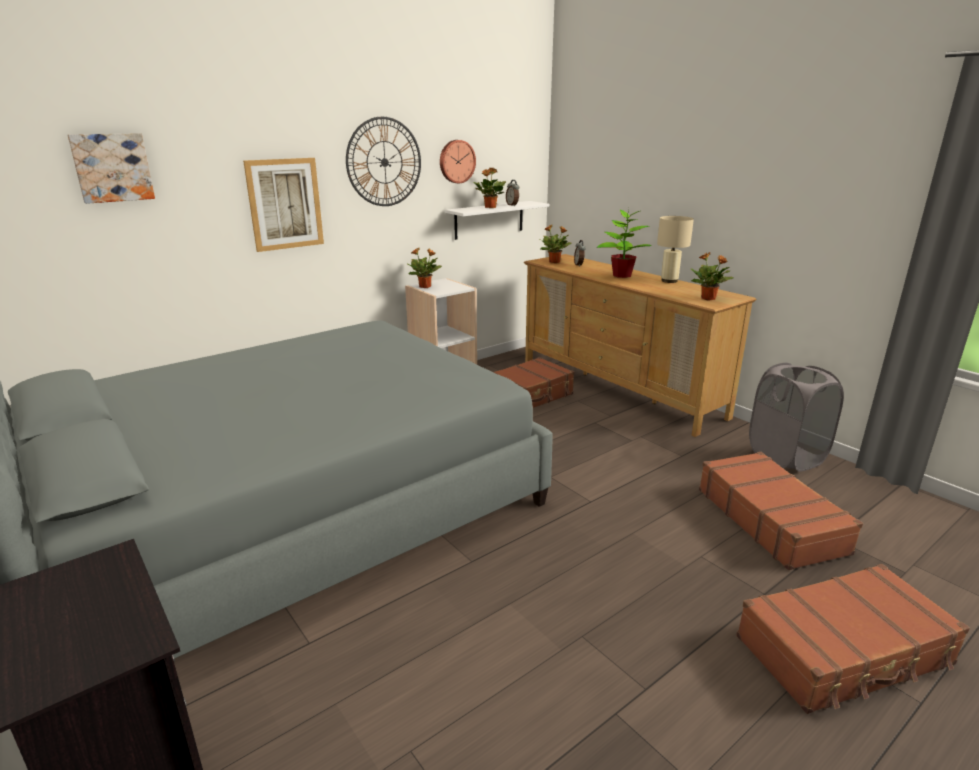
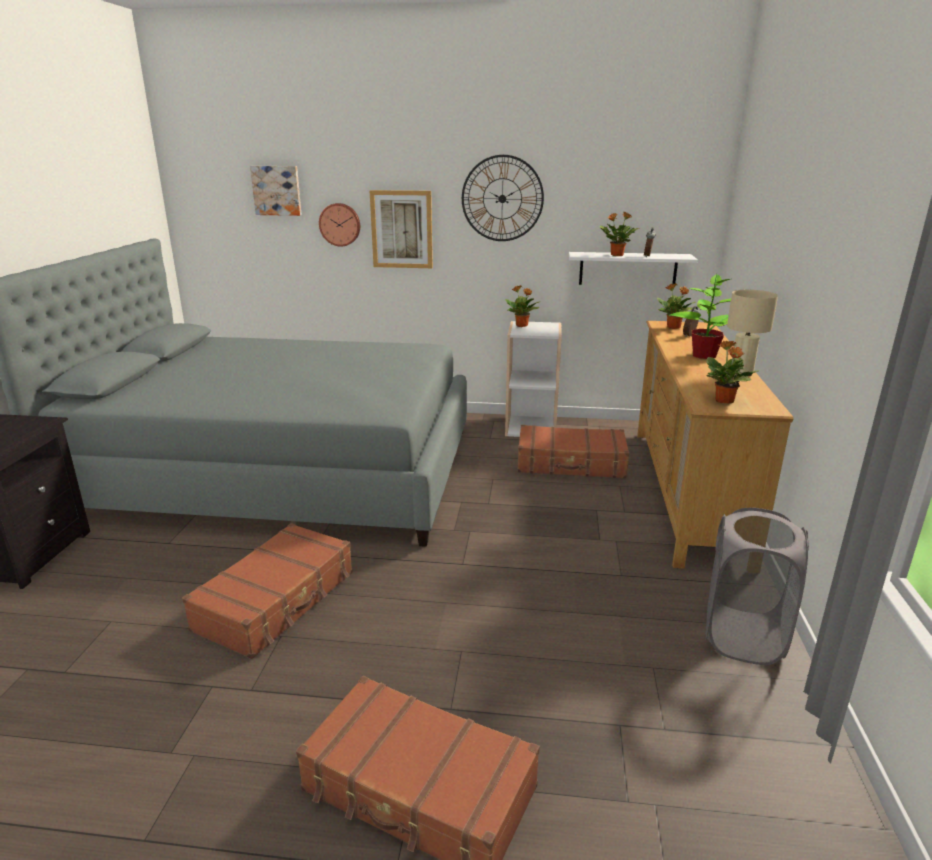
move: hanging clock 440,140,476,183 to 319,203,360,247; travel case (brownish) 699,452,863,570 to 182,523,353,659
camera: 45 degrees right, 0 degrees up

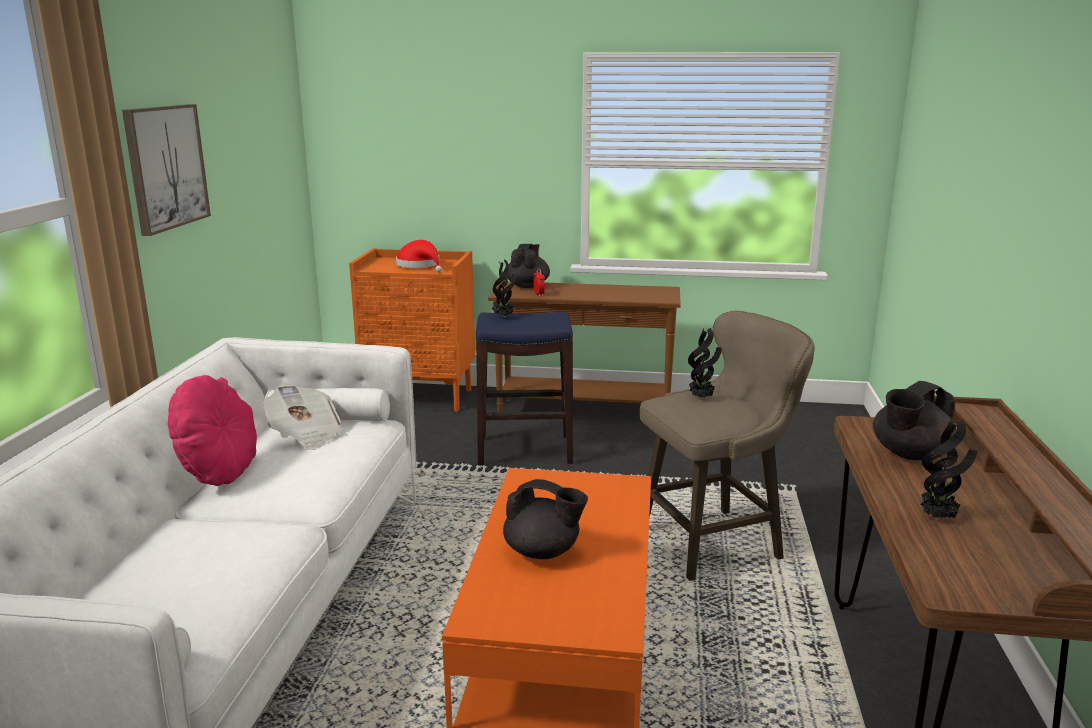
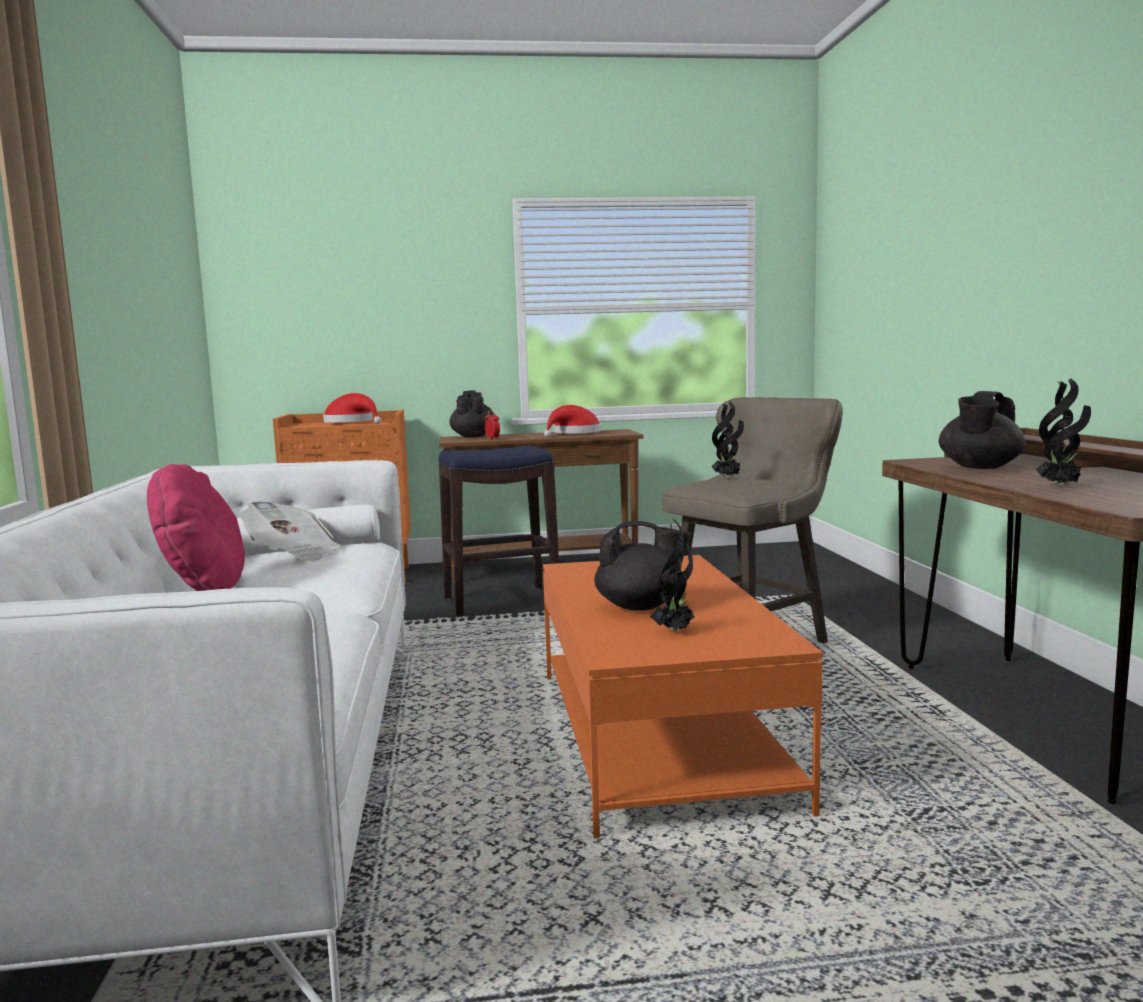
delete: wall picture 122,104,211,236
insert: hat (reddish) 544,405,601,437
move: potted plant 491,260,515,317 to 650,518,695,631
camera: 15 degrees left, 10 degrees down

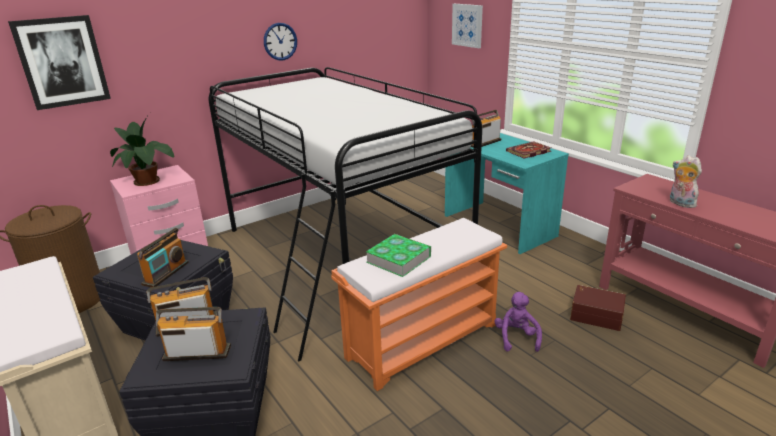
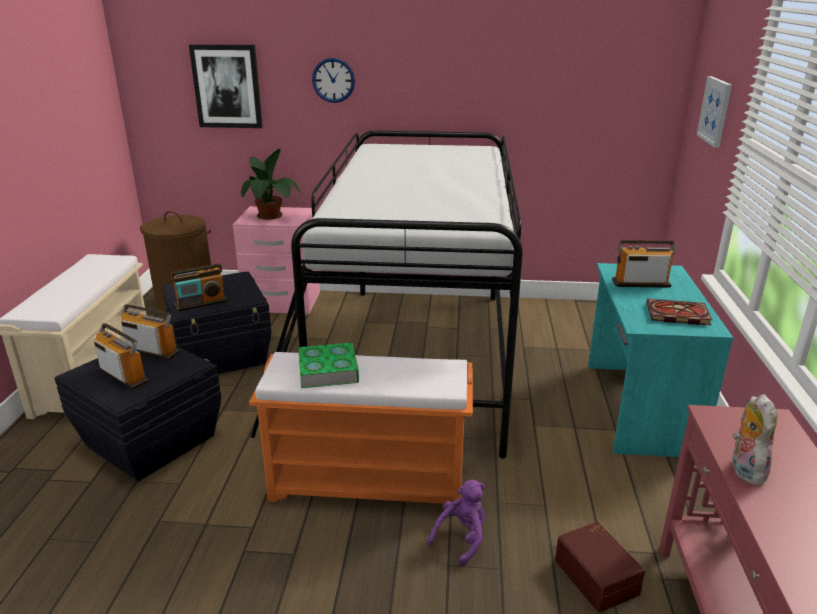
move: hanging clock 264,23,297,60 to 312,58,355,103
camera: 40 degrees right, 0 degrees up

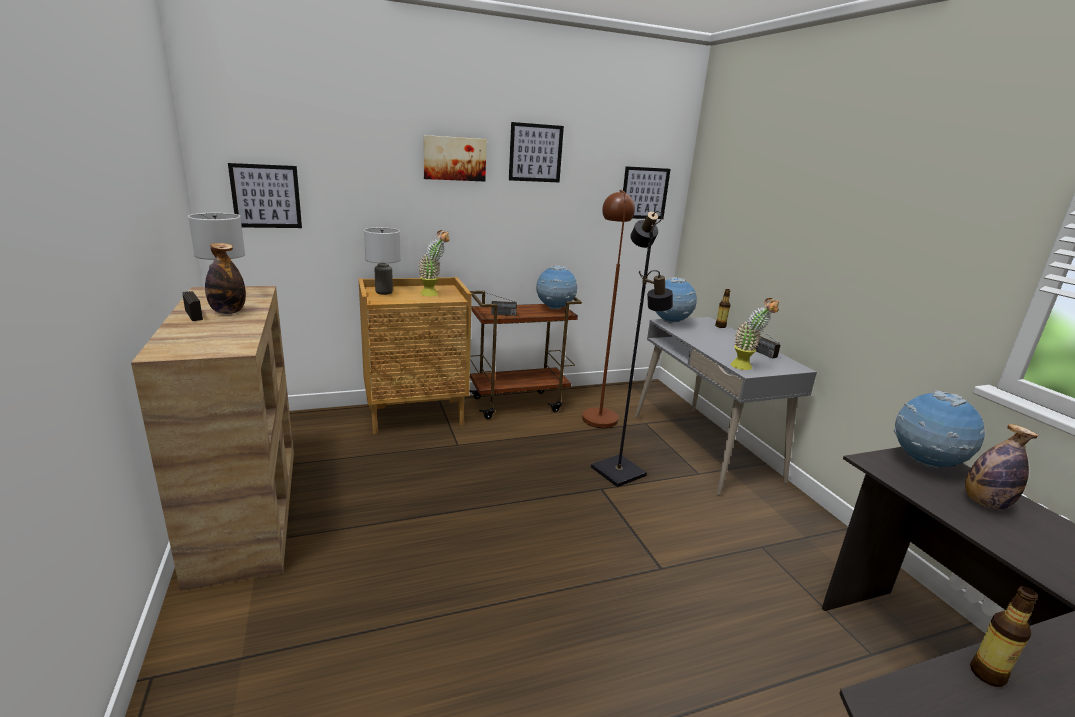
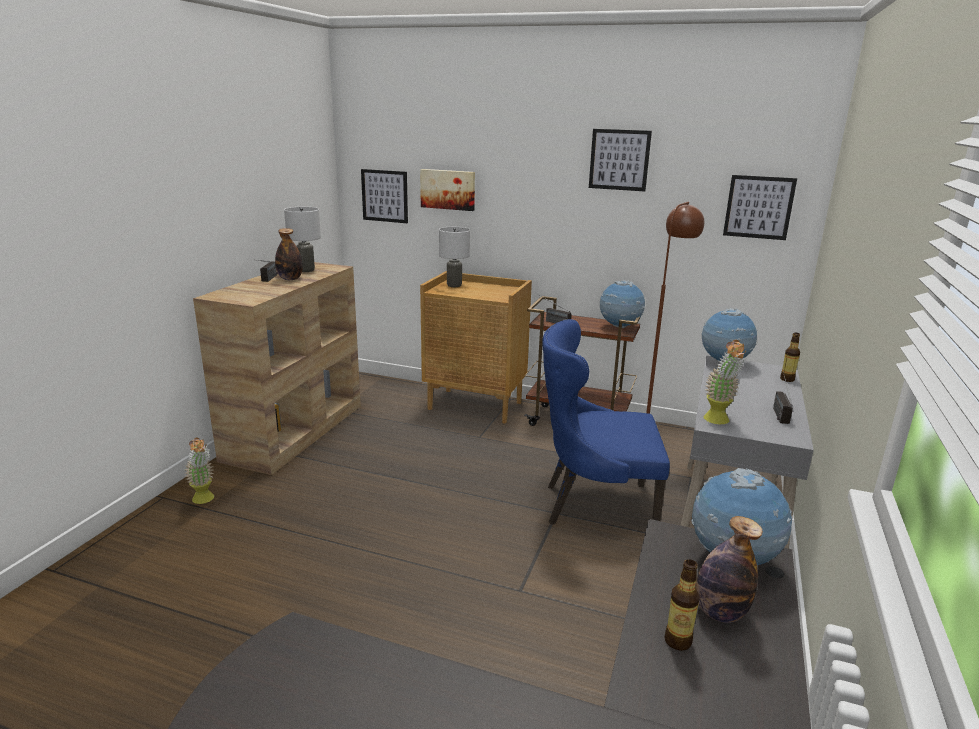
move: wall picture 423,135,487,182 to 420,169,475,211; potted plant 418,230,450,296 to 184,437,214,504; beverage bottle 970,587,1038,687 to 664,559,700,651
replace: standard lamp (blackish) 591,211,673,487 to chair (bluish) 542,319,670,525
camera: 40 degrees right, 0 degrees up

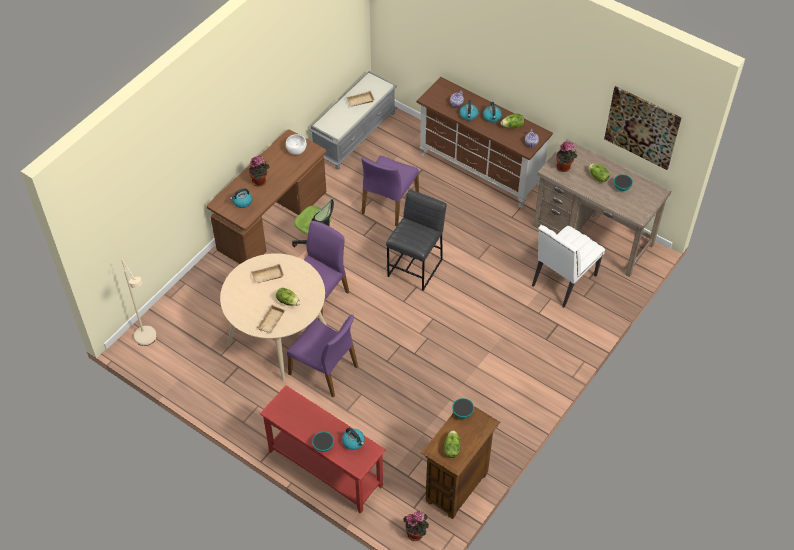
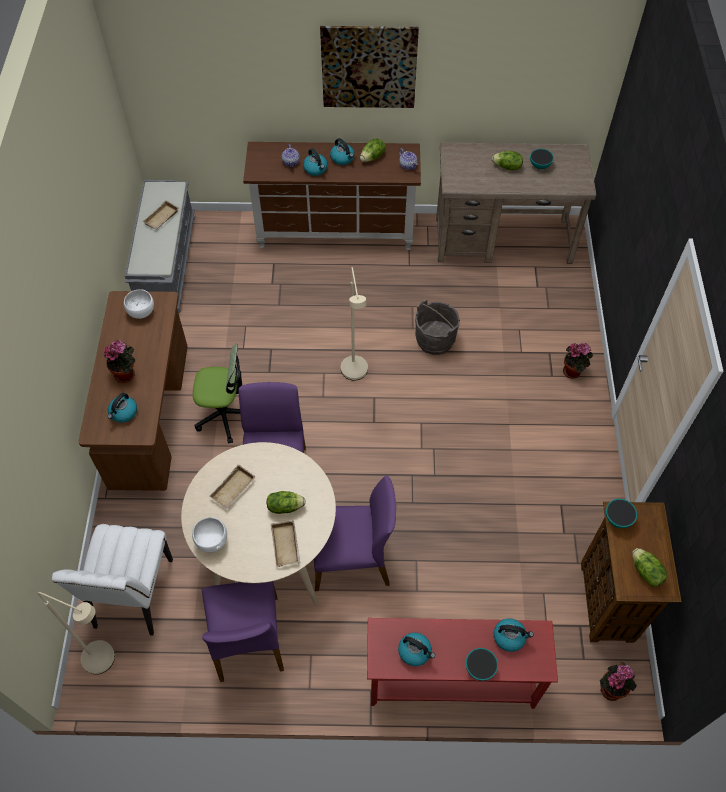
insert: water bucket (gray) 415,299,460,355; serving bowl (white-coloured) 192,517,227,553; kettle 398,632,435,666
move: wall picture 604,86,682,170 to 320,26,419,108; potted plant 556,142,577,172 to 563,343,593,379; chair (purplish) 361,156,419,226 to 202,581,284,682; chair (white-coloured) 532,225,605,307 to 52,524,173,636
replace: sitting stool (gray) 386,189,447,291 to standard lamp (beige-coloured) 341,267,368,381
camera: 35 degrees left, 5 degrees up

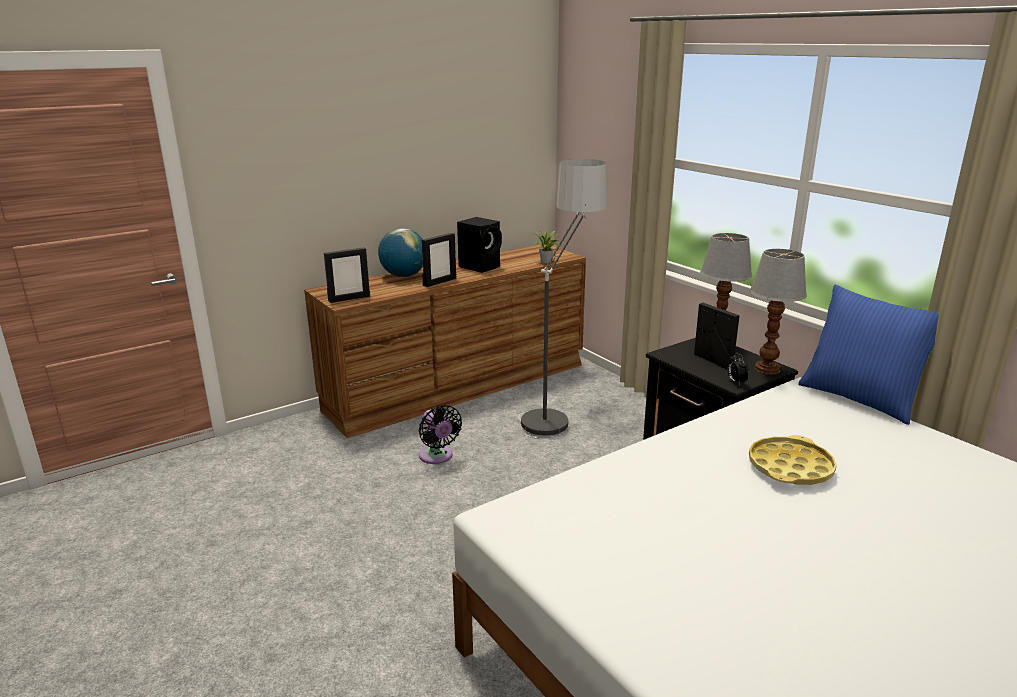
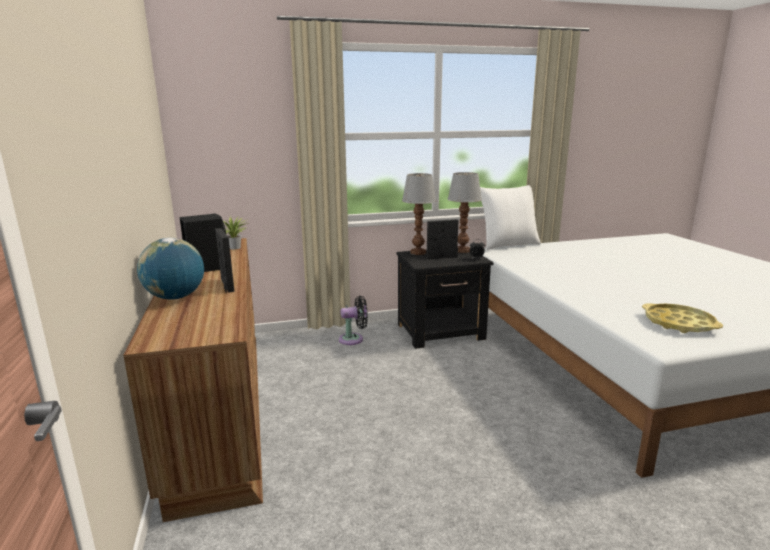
delete: standard lamp 518,159,607,439; picture frame 324,247,370,303
move: fan (blackish) 419,405,462,464 to 339,296,368,345; tray (yellow) 749,435,837,485 to 642,303,723,333
recolor: pillow (bluish) 798,285,938,425 to pillow (white-coloured) 480,185,541,250
camera: 70 degrees left, 5 degrees down

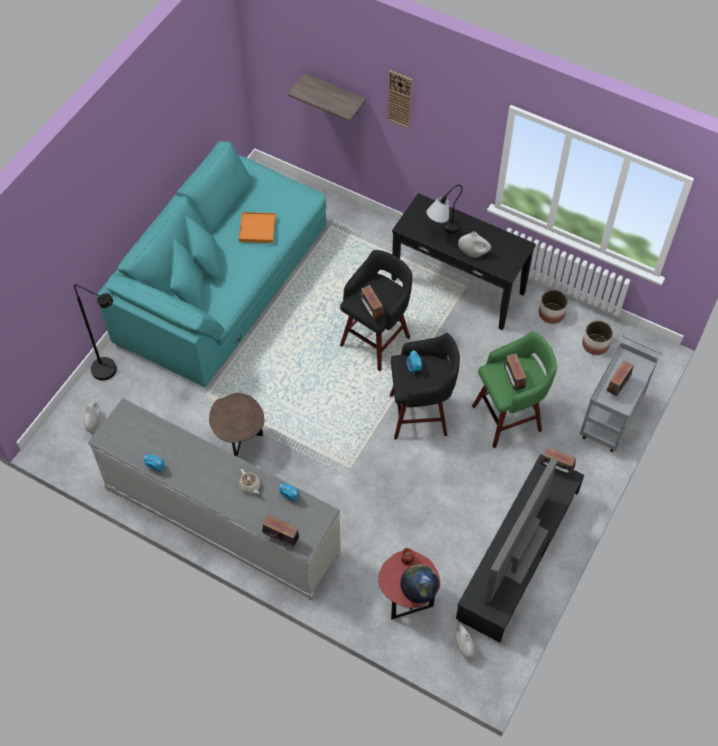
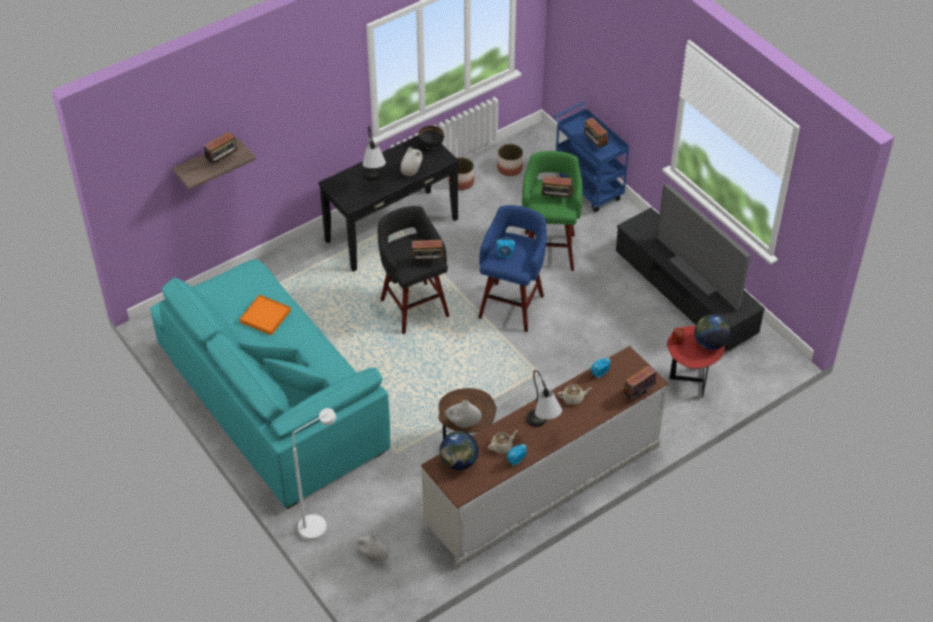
delete: hanging clock 388,70,413,128
insert: serving bowl (blackish) 418,126,444,150; table lamp 527,370,562,427; tea pot (beige-coloured) 488,430,518,453; desk globe 440,431,479,470
move: radio set 541,447,576,477 to 204,131,239,164; decorative vase (white-coloured) 455,624,474,660 to 445,400,482,428
recolor: standard lamp (blackish) 74,284,117,381 to standard lamp (white-coloured) 292,408,336,541; sitting stool (blackish) 390,333,460,439 to sitting stool (bluish) 478,205,547,332; trolley (gray) 580,335,663,452 to trolley (bluish) 553,101,629,212; cupboard (gray) 88,398,341,601 to cupboard (brownish) 421,346,669,569
camera: 65 degrees left, 10 degrees down

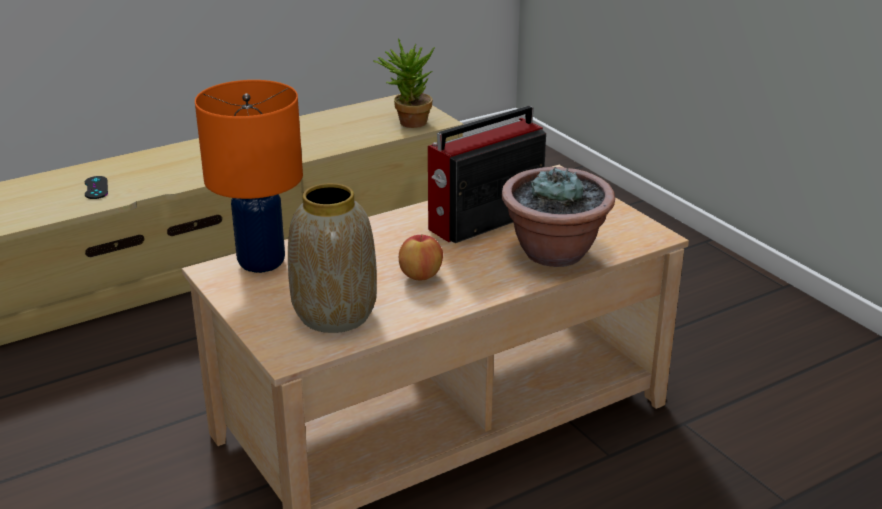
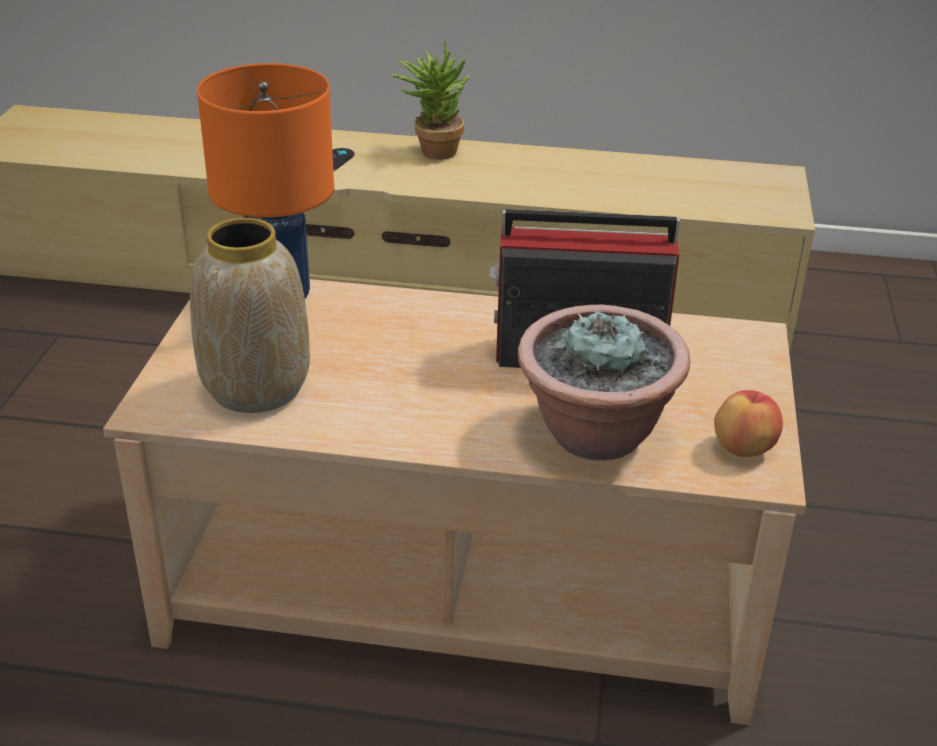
move: potted plant 373,38,436,128 to 391,41,470,160; apple 399,233,443,280 to 714,390,783,457
camera: 40 degrees right, 5 degrees up

